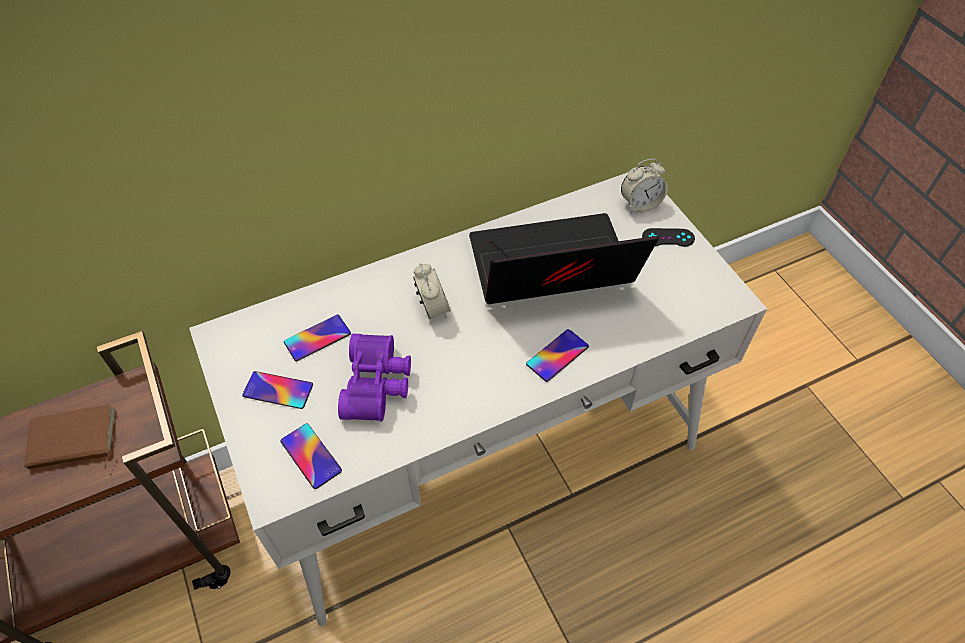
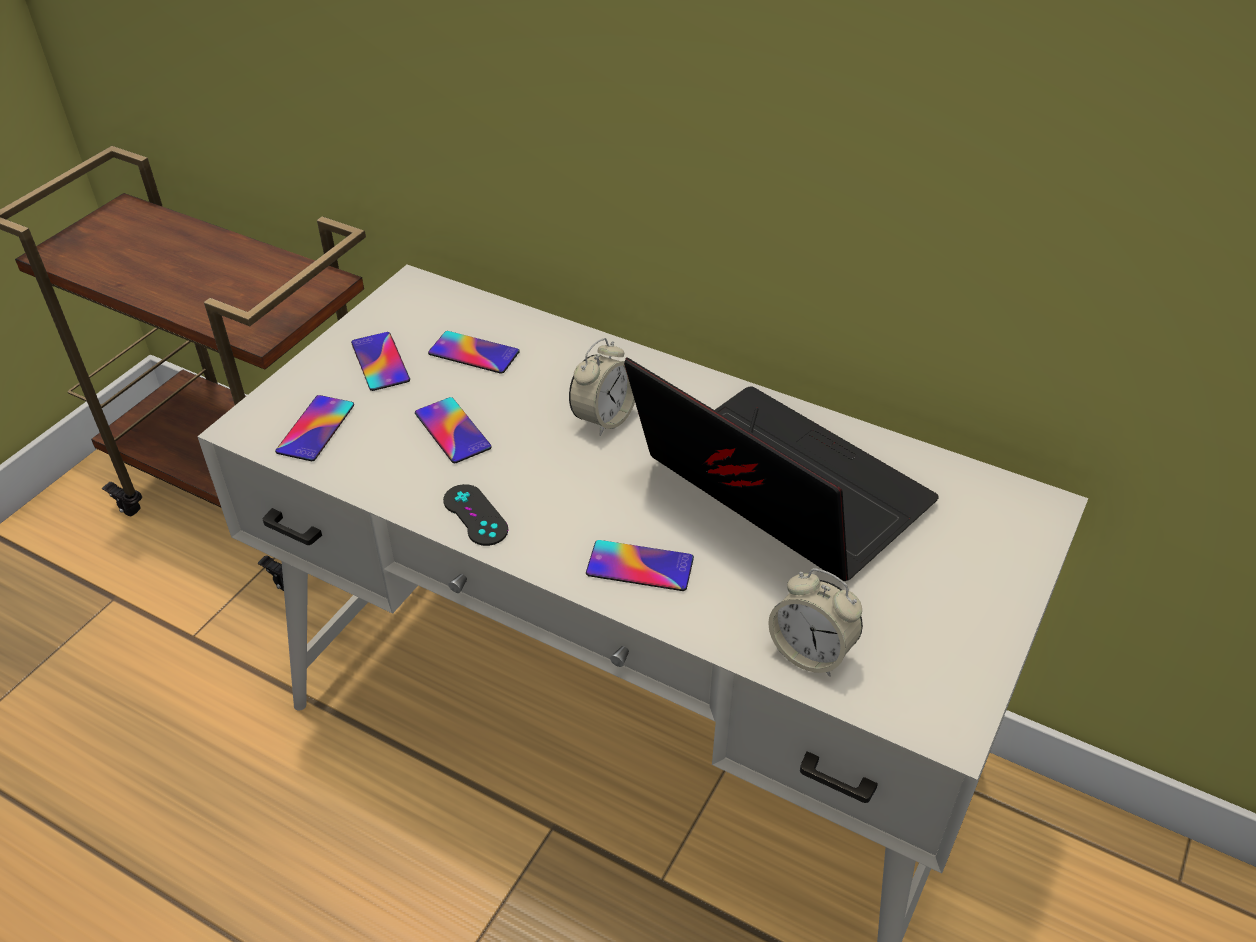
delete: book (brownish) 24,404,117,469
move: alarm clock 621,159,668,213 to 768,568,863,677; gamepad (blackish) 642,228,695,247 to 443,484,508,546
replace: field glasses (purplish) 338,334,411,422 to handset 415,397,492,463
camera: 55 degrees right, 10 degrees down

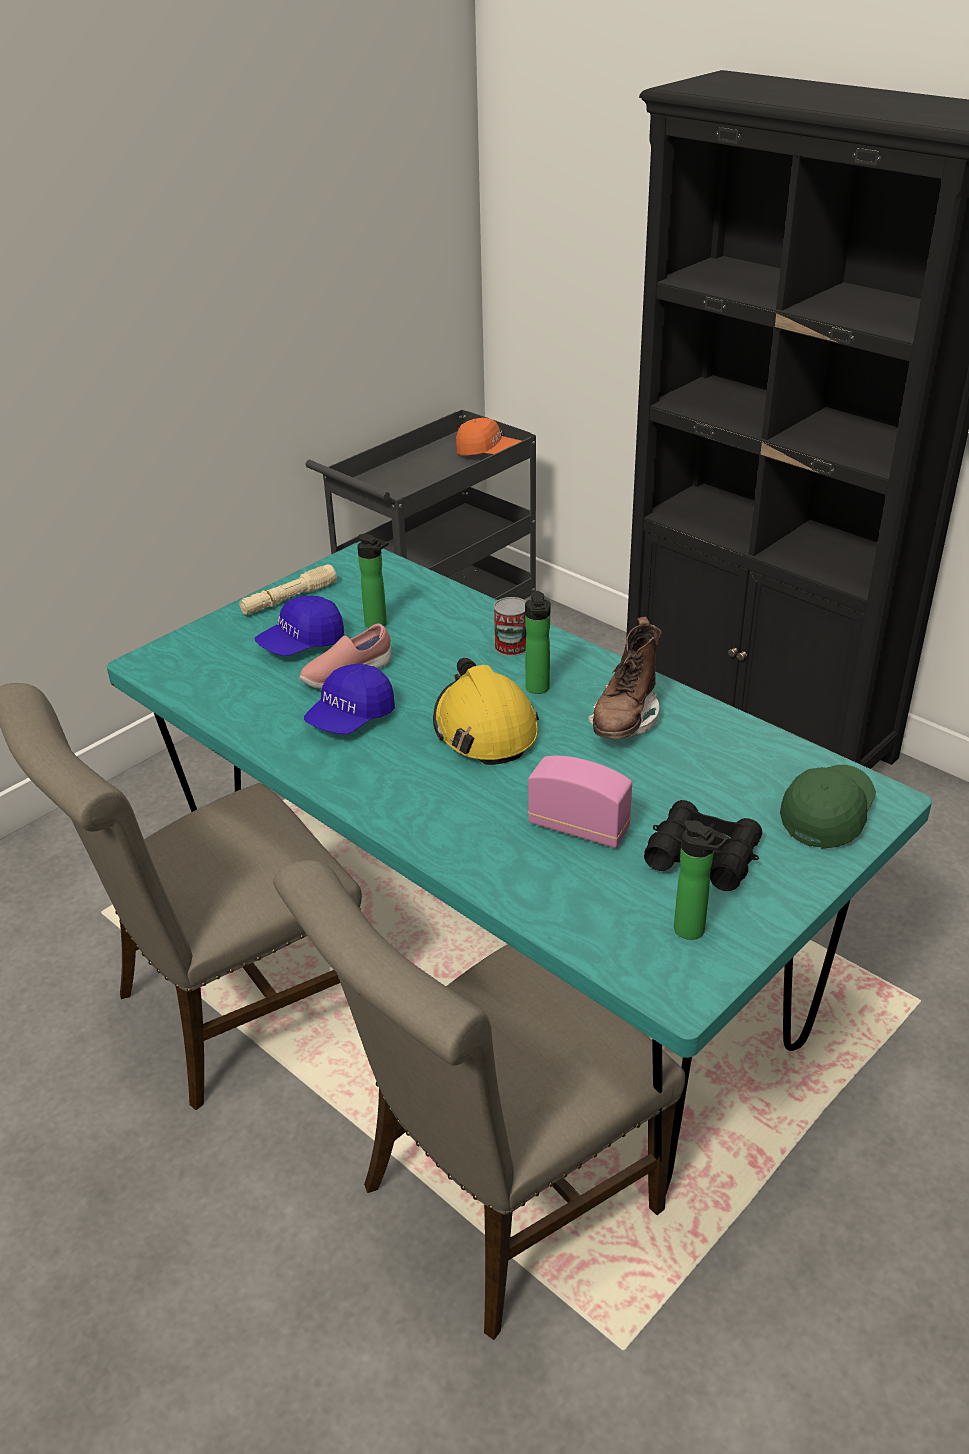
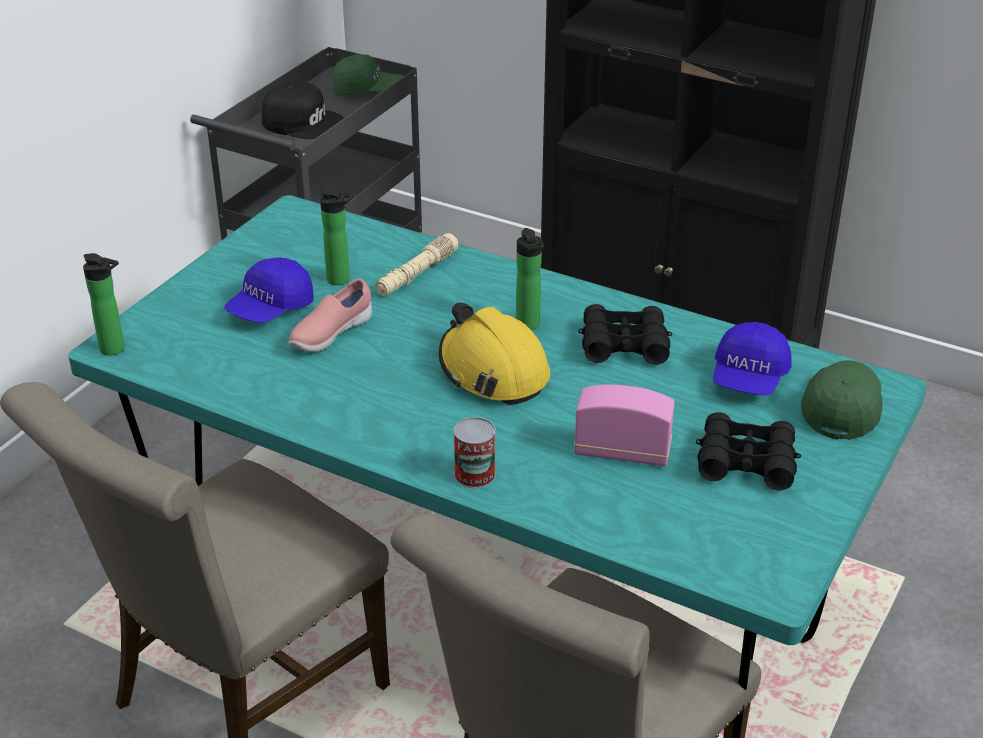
insert: peaked cap (blackish) 262,81,344,139
move: flashlight (beige-coloured) 239,565,337,615 to 375,233,459,296; metal can 494,597,526,656 to 453,417,496,488; peaked cap (bluish) 304,664,395,734 to 713,322,792,395; beverage bottle 674,820,729,940 to 83,253,125,356
replace: high-top boot (brownish) 588,617,662,739 to field glasses (blackish) 578,304,672,365
recolor: peaked cap (orange-coloured) 456,418,522,455 to peaked cap (green) 332,54,404,95
camera: 15 degrees left, 0 degrees up

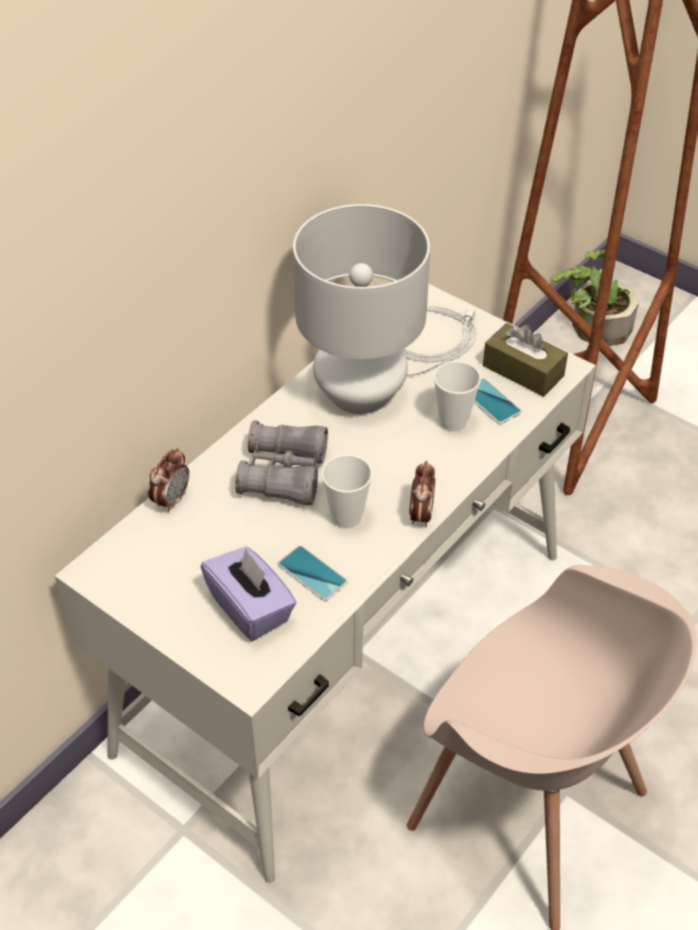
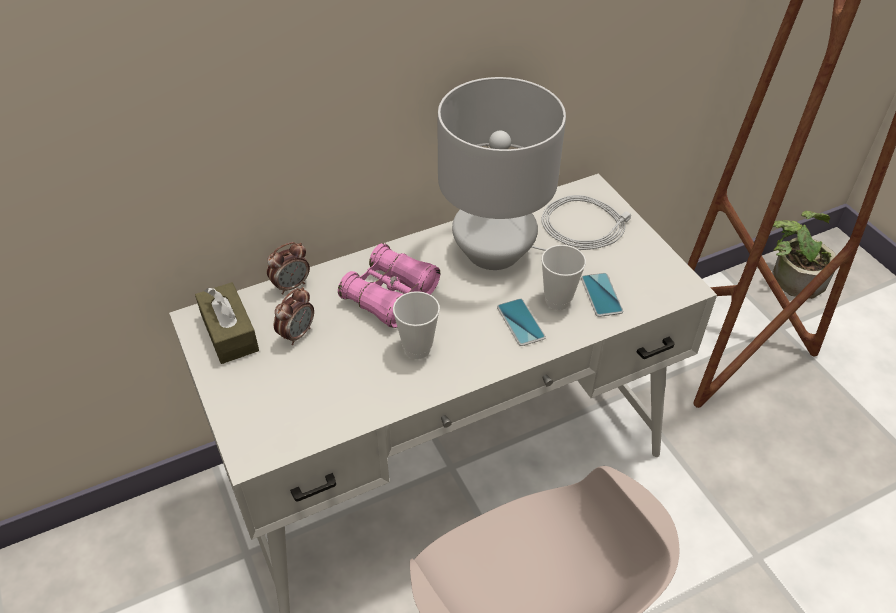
delete: box of tissues (purplish) 201,546,297,641
move: box of tissues (brownish) 483,323,568,397 to 195,282,259,364; alarm clock 409,461,435,527 to 274,287,314,345; handset 278,546,348,601 to 497,298,546,346
recolor: field glasses (gray) 235,421,328,506 to field glasses (pinkish) 338,243,440,328
camera: 25 degrees right, 0 degrees up

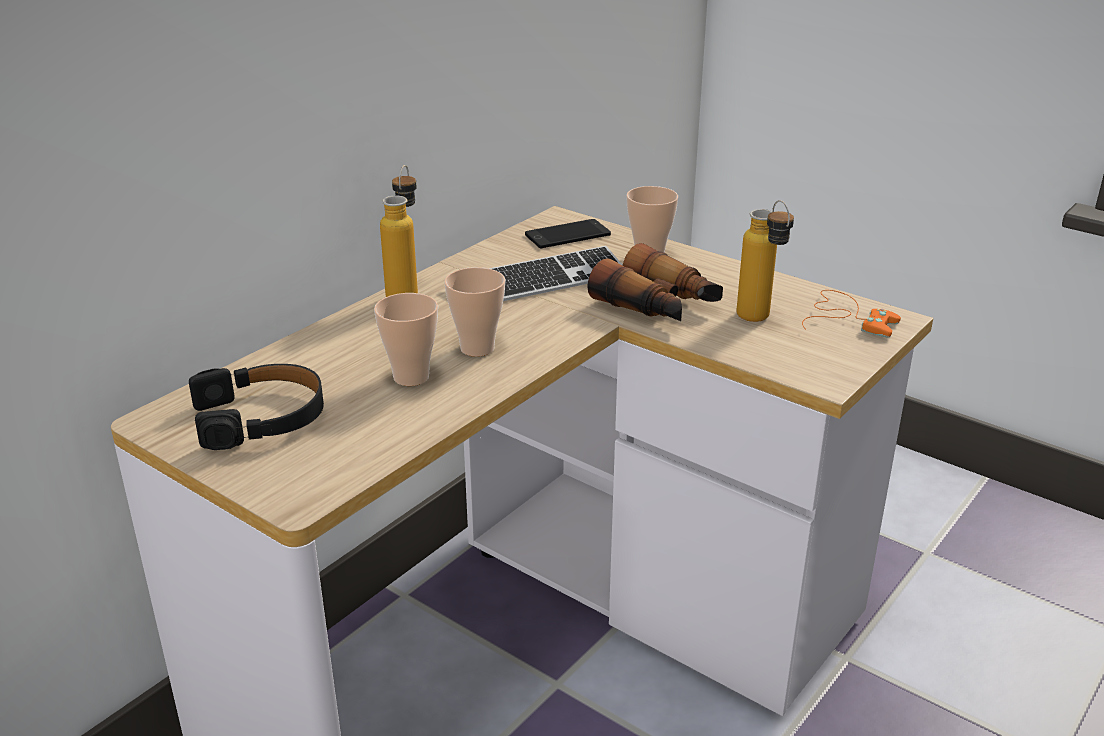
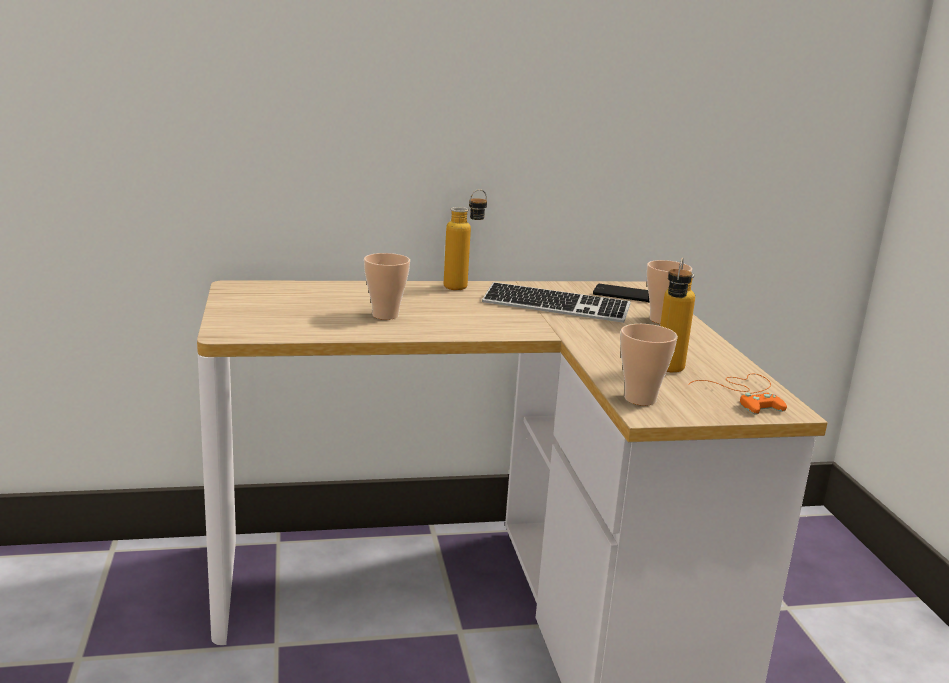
delete: field glasses 587,243,723,321; pair of headphones (blackish) 189,364,324,450
move: drinking cup 444,267,505,357 to 620,324,678,406
camera: 40 degrees right, 10 degrees down

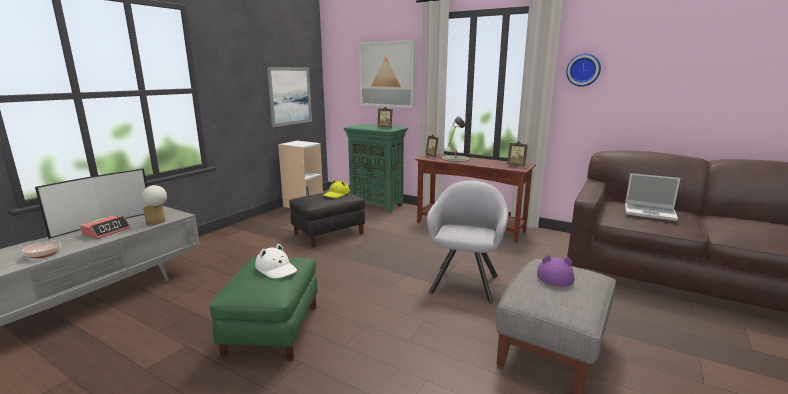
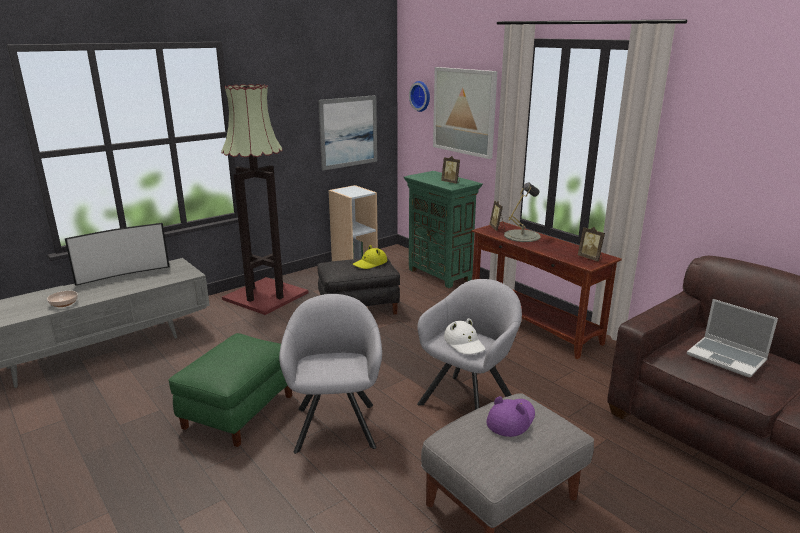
delete: table lamp 142,185,167,225; alarm clock 80,215,130,239
insert: standard lamp 221,84,308,315; armchair (gray) 279,294,382,454
move: hanging clock 566,53,601,87 to 409,81,430,112; hat (white-coloured) 255,244,297,279 to 444,318,485,354
camera: 20 degrees right, 5 degrees up

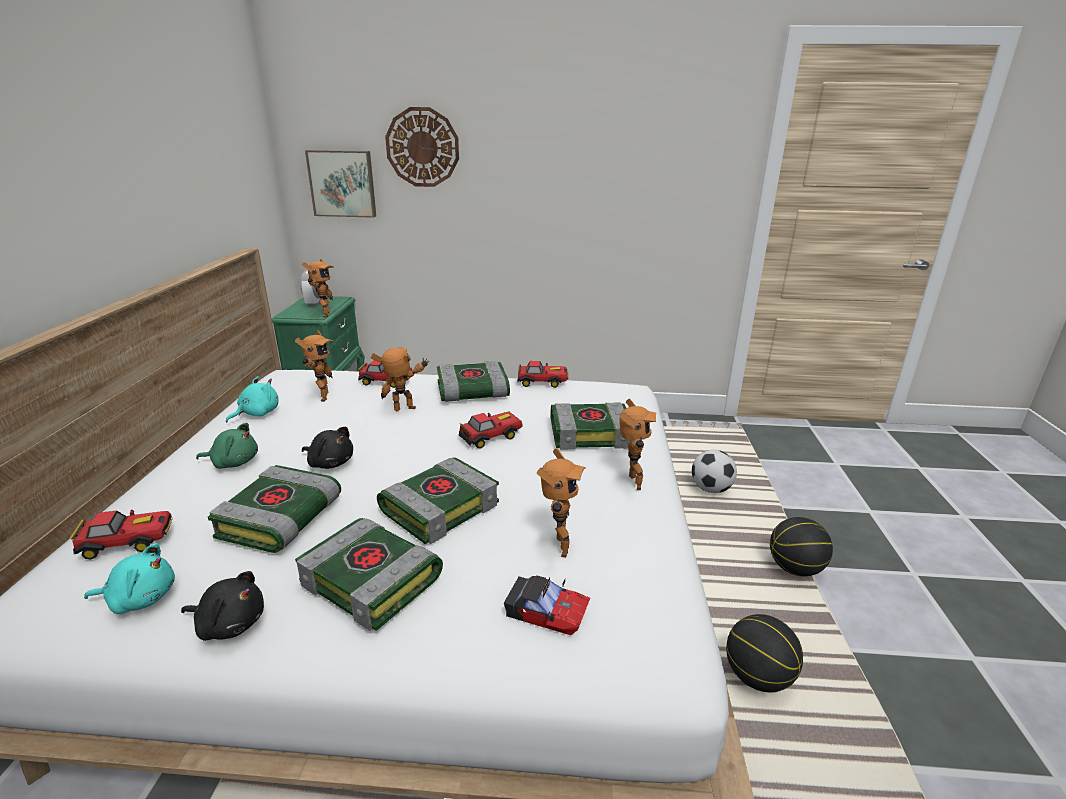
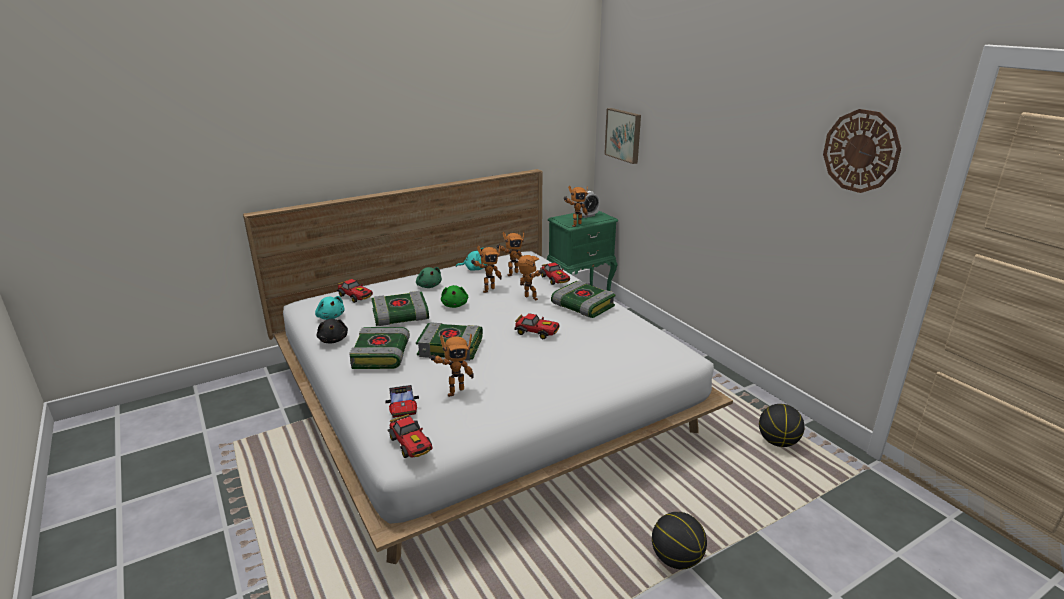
delete: book 551,403,631,450; football ball 692,450,737,493
move: hanging clock 385,107,459,187 to 823,109,901,193; toy car 517,361,568,388 to 387,414,433,458; model robot 620,399,656,490 to 471,245,502,293; basketball ball 726,614,803,692 to 759,404,805,447
recolor: cuddly toy (blackish) 302,426,353,469 to cuddly toy (green) 441,285,468,308
camera: 55 degrees right, 0 degrees up

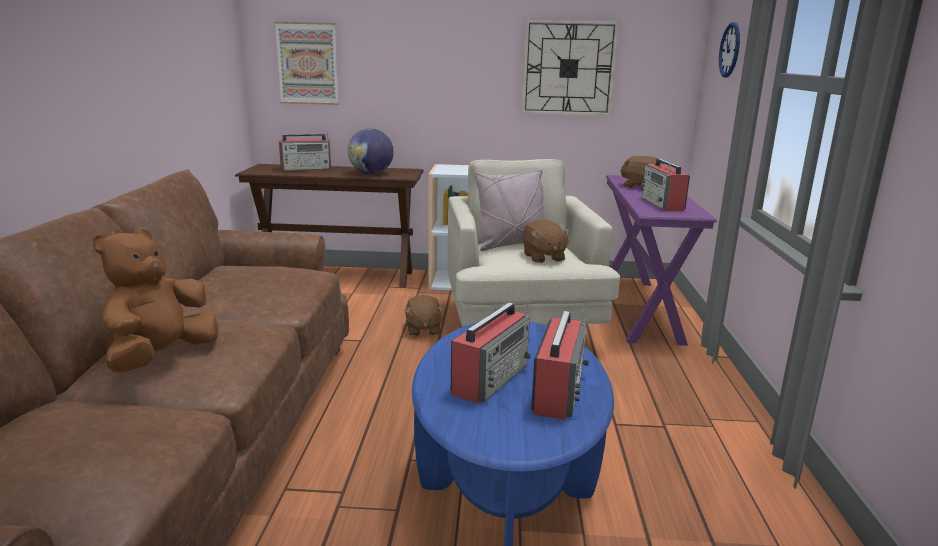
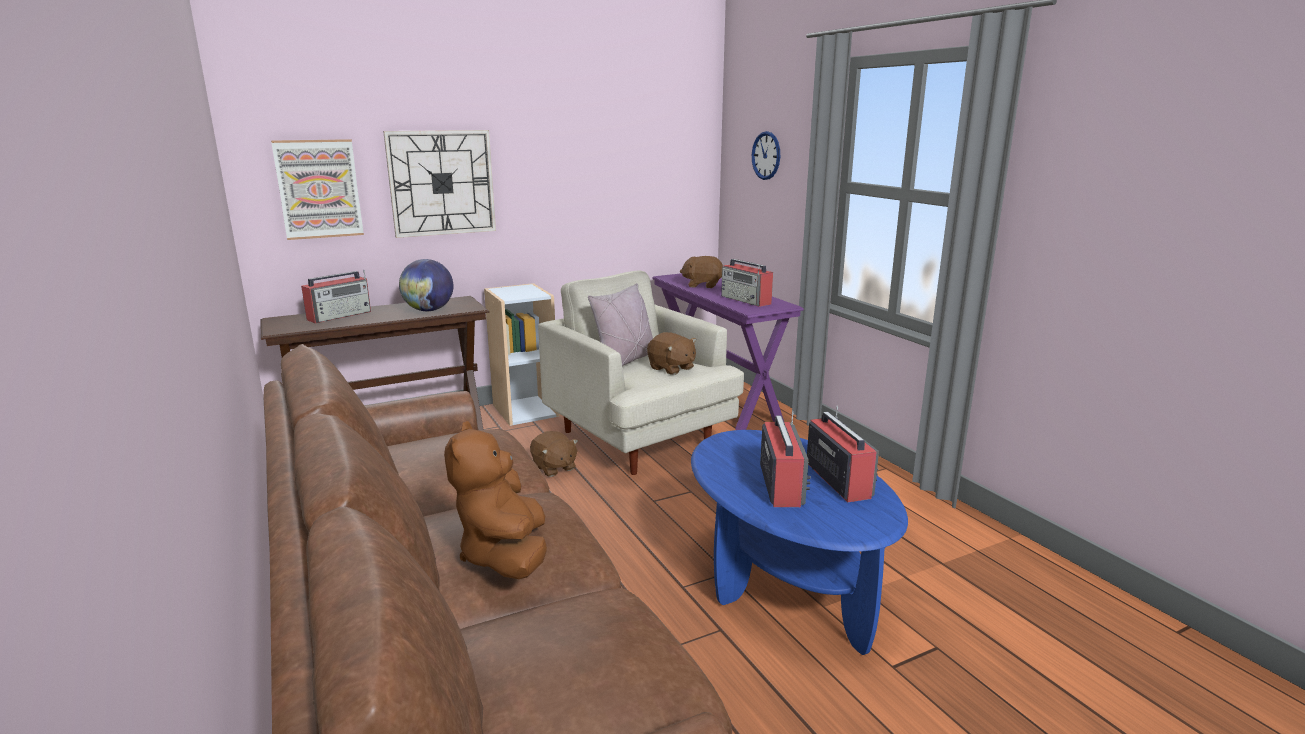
move: hanging clock 521,19,619,116 to 383,130,496,238
camera: 30 degrees left, 0 degrees up

